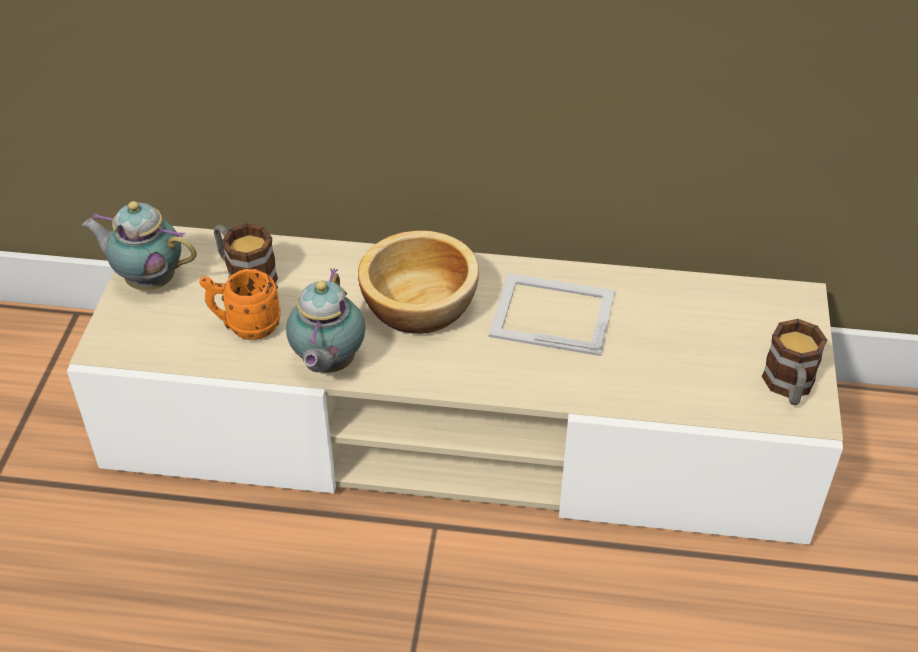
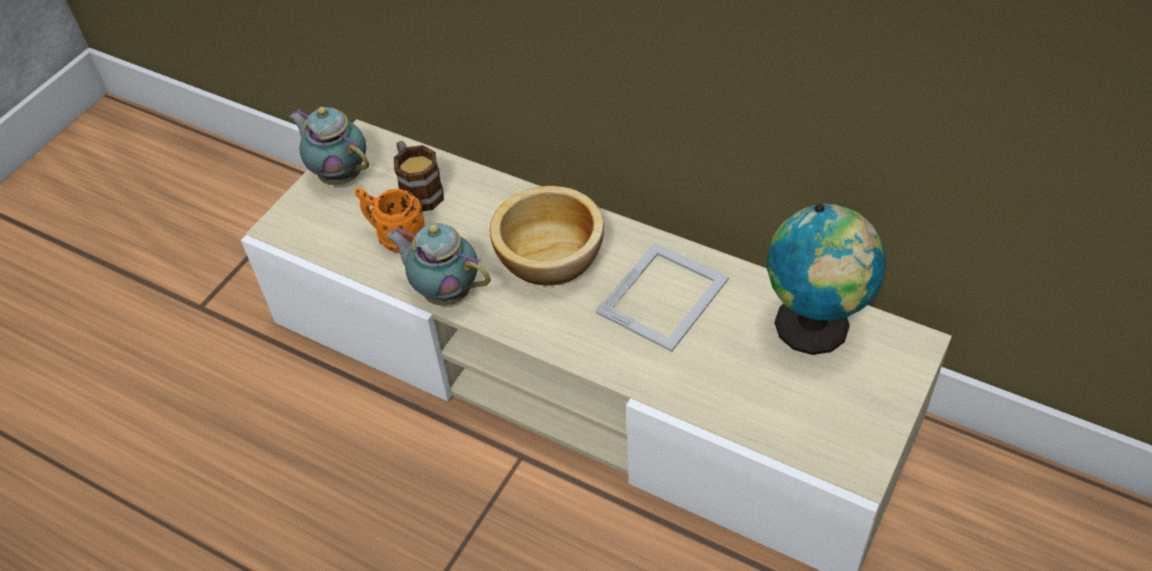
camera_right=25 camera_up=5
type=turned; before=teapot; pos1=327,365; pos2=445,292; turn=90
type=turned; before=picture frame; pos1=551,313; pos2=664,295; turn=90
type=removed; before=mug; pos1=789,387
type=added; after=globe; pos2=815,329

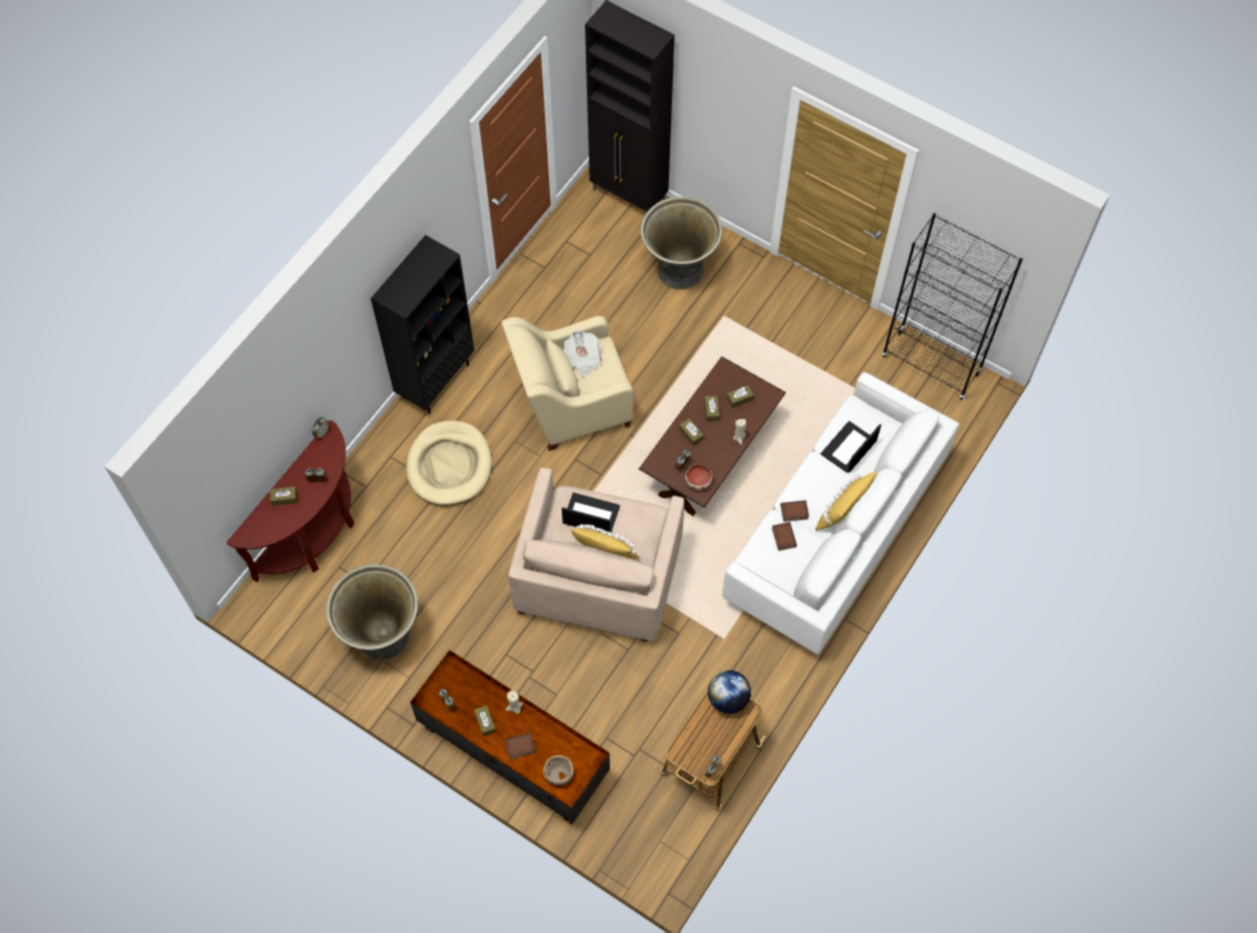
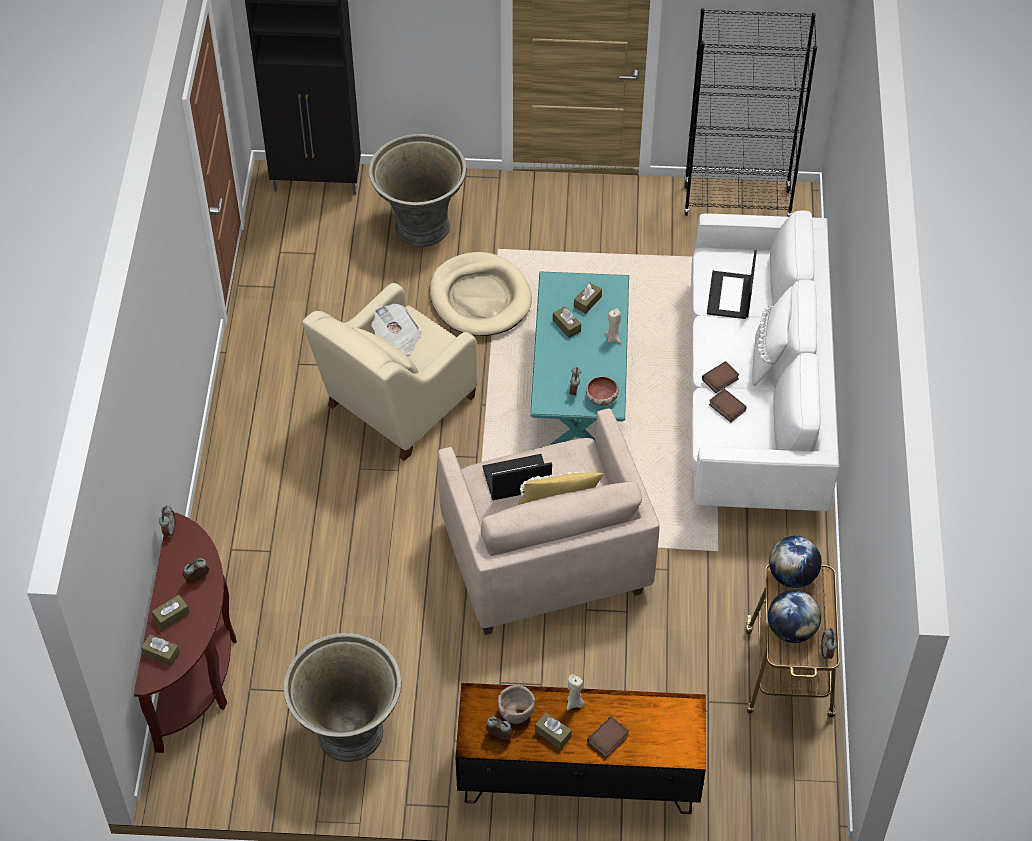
camera_right=-30 camera_up=-10
type=removed; before=bookcase in black; pos1=436,380
type=moved; before=dog bed in beige; pos1=449,465; pos2=480,298
type=moved; before=bowl in brown; pos1=559,774; pos2=516,712
type=recoloured; before=coffee table in brown; after=coffee table in turquoise; pos1=710,457; pos2=579,386
type=moved; before=tissue box in brown; pos1=691,434; pos2=161,653
type=recoloured; before=pillow in yellow; after=pillow in white; pos1=842,514; pos2=768,358
type=added; after=globe; pos2=791,630

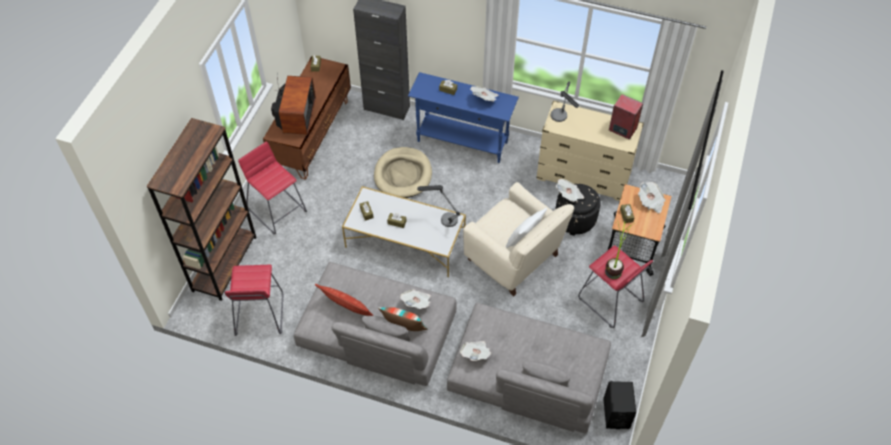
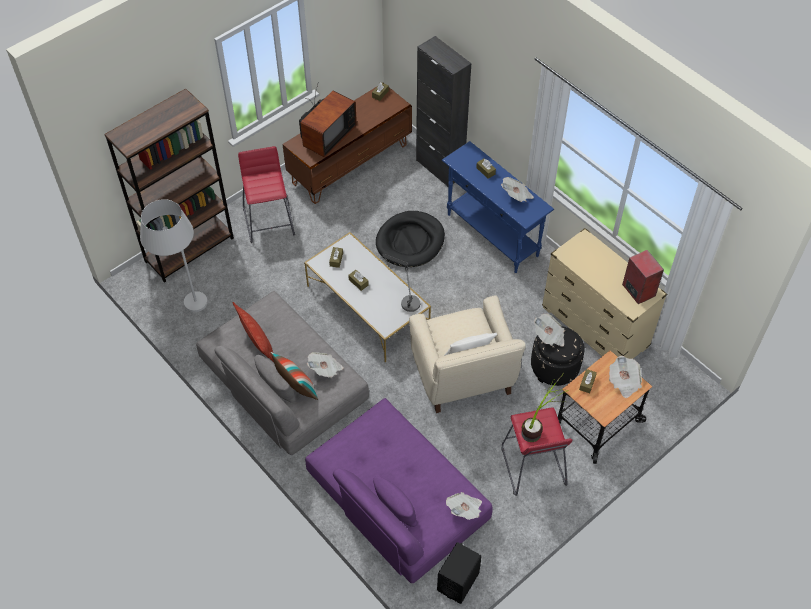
camera_right=30 camera_up=0
type=replaced; before=stool in red; after=floor lamp in white; pos1=260,315; pos2=188,312
type=recoloured; before=dog bed in beige; after=dog bed in black; pos1=403,175; pos2=410,241
type=recoloured; before=sofa in grey; after=sofa in purple; pos1=527,374; pos2=396,496
type=moved; before=newspaper; pos1=476,354; pos2=465,509
type=removed; before=table lamp; pos1=561,119

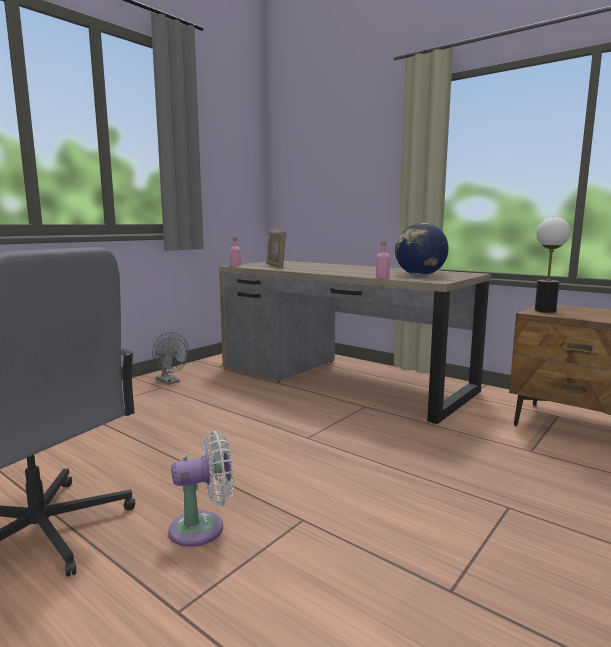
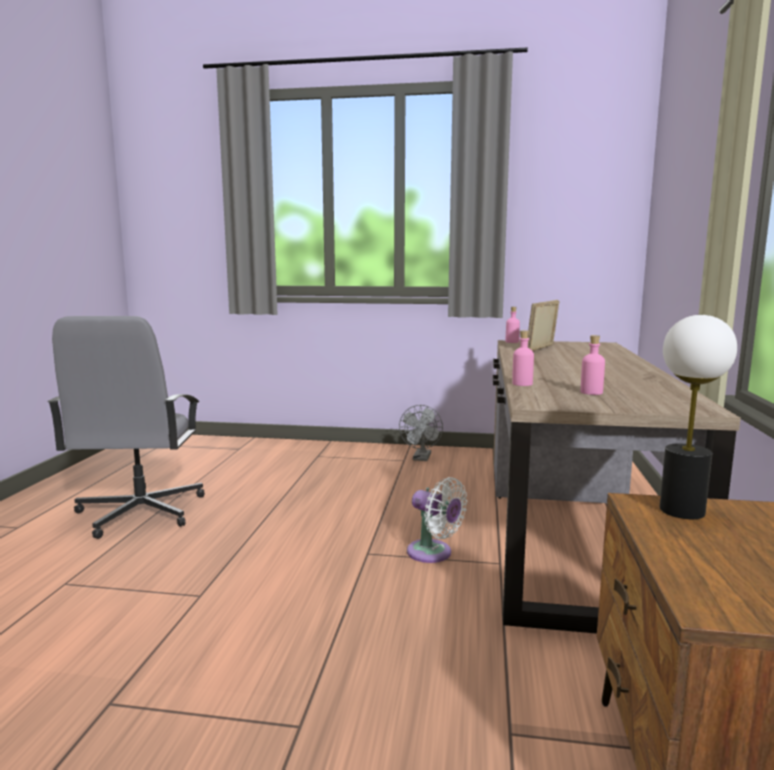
camera_right=60 camera_up=0
type=moved; before=fan in white; pos1=203,528; pos2=433,553
type=replaced; before=globe; after=bottle in pink; pos1=419,275; pos2=591,392

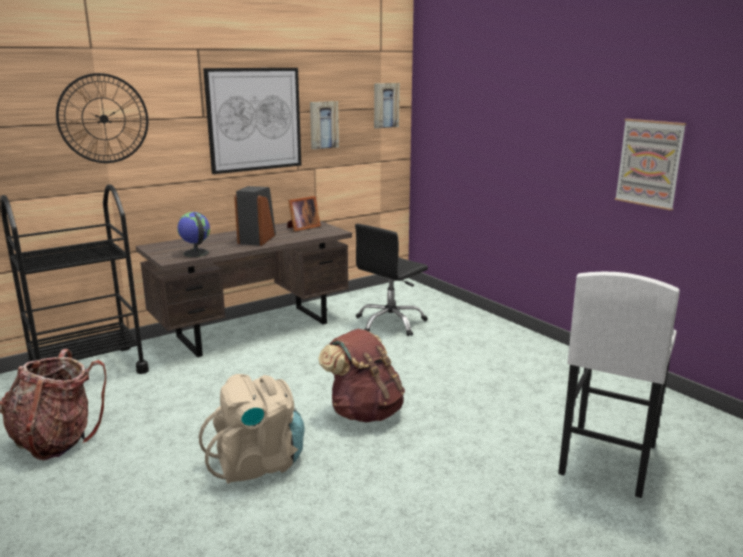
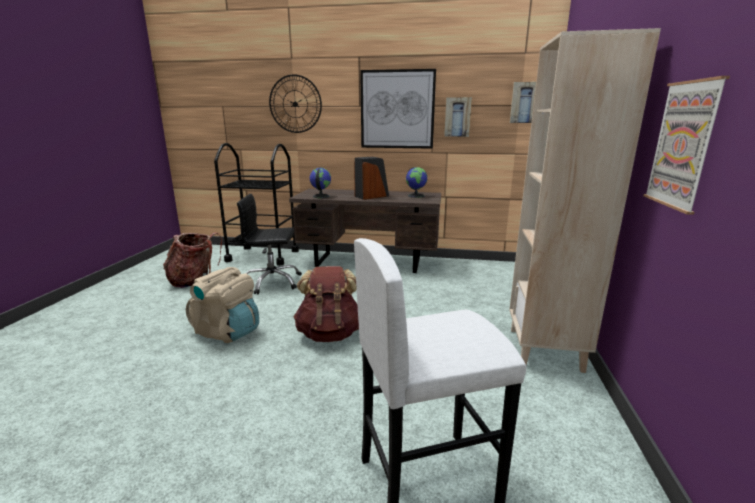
camera_right=45 camera_up=0
type=replaced; before=picture frame; after=globe; pos1=302,228; pos2=416,196
type=moved; before=office chair in black; pos1=390,323; pos2=272,282
type=added; after=bookcase in beige; pos2=545,349

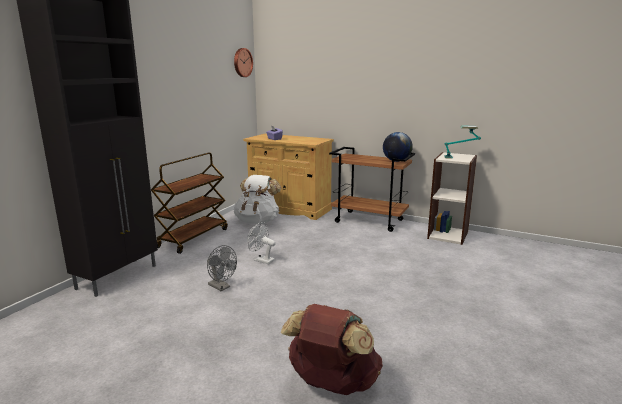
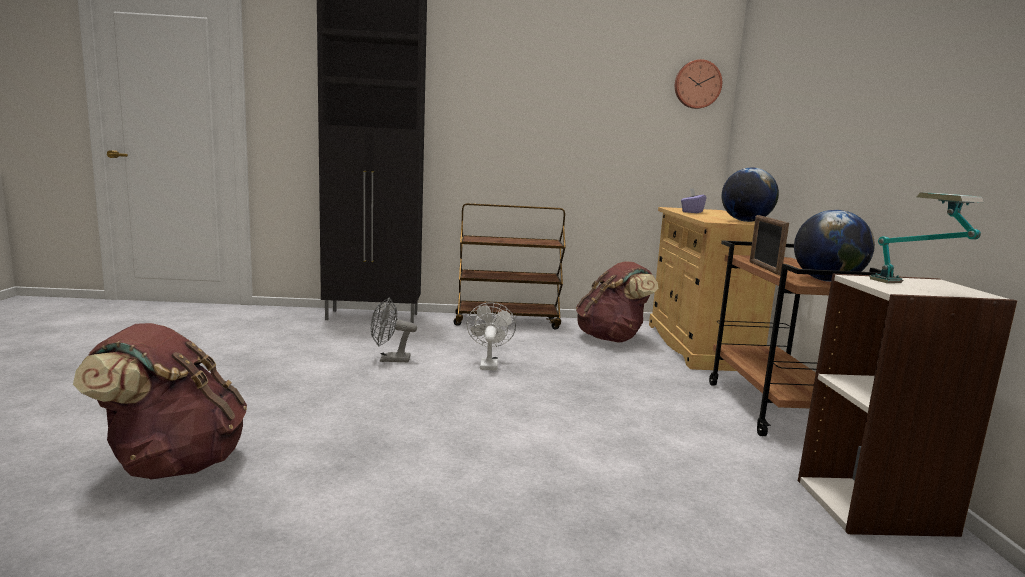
camera_right=60 camera_up=-5
type=turned; before=fan in grey; pos1=221,287; pos2=389,359; turn=75
type=recoloured; before=backpack in white; after=backpack in brown; pos1=258,222; pos2=612,338
type=added; after=globe; pos2=746,221
type=added; after=picture frame; pos2=764,268

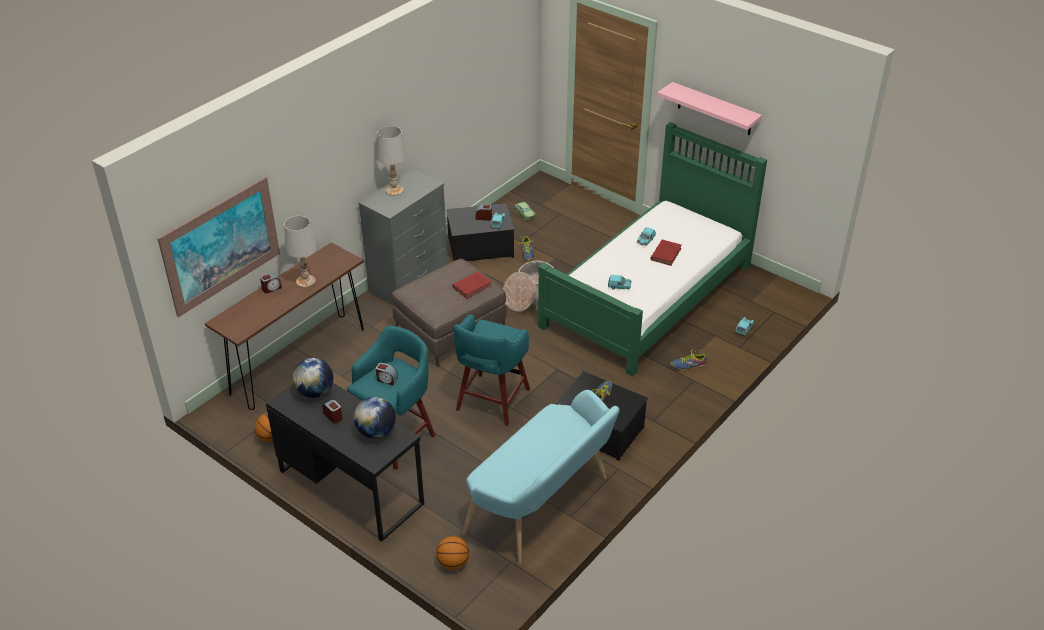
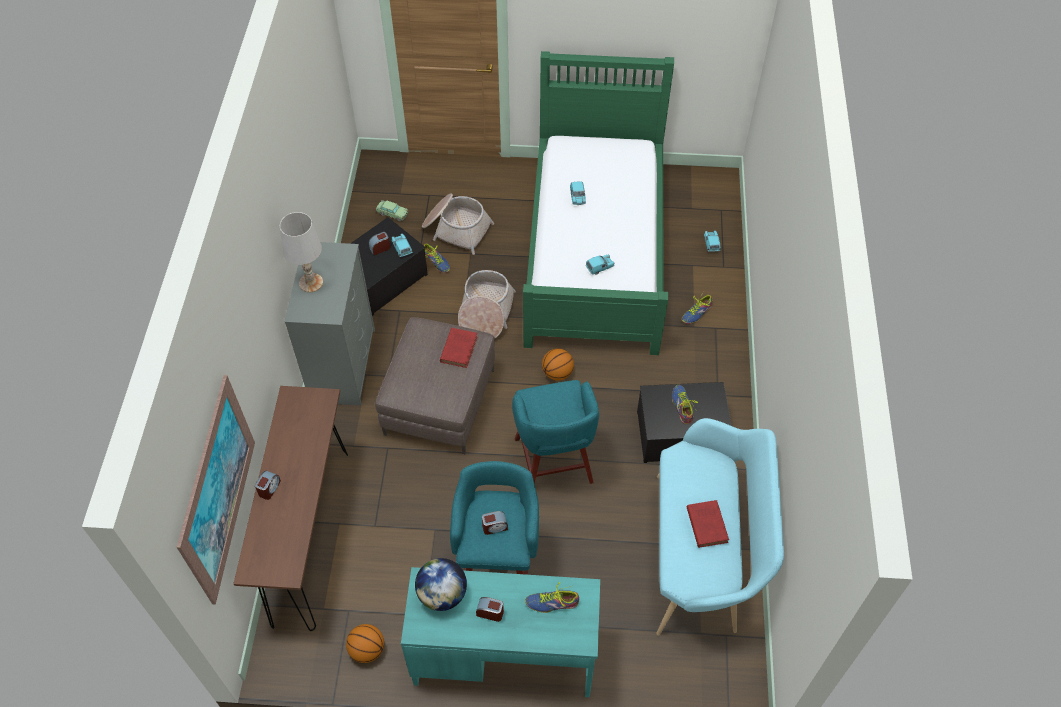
camera_right=-35 camera_up=15
type=recoloured; before=desk in black; after=desk in turquoise; pos1=351,486; pos2=504,654
type=removed; before=table lamp in white; pos1=306,281
type=replaced; before=globe; after=shoe; pos1=376,432; pos2=552,603
type=moved; before=basketball; pos1=453,563; pos2=557,373
type=moved; before=book in red; pos1=666,254; pos2=706,524
type=removed; before=shelf in pink; pos1=714,109
type=added; after=basket; pos2=456,229

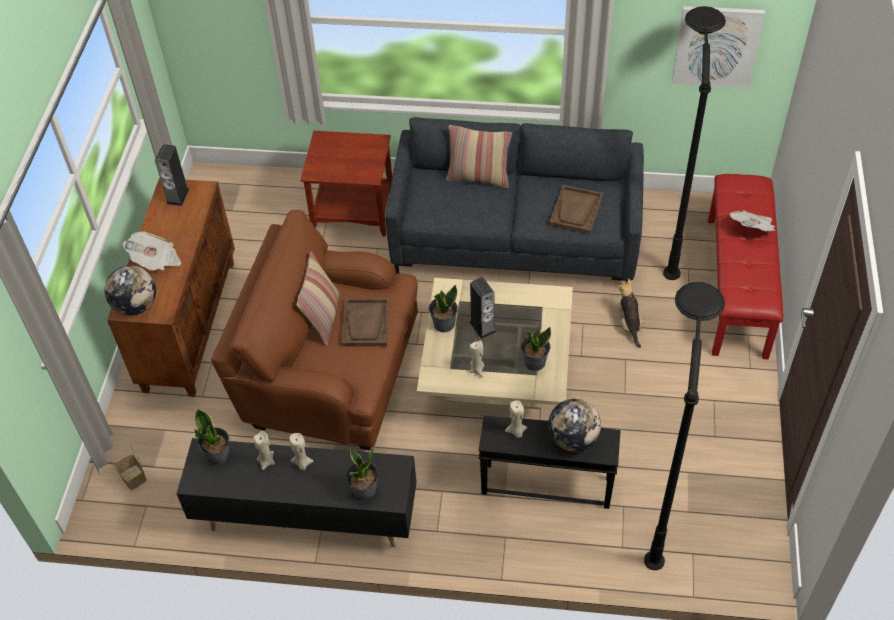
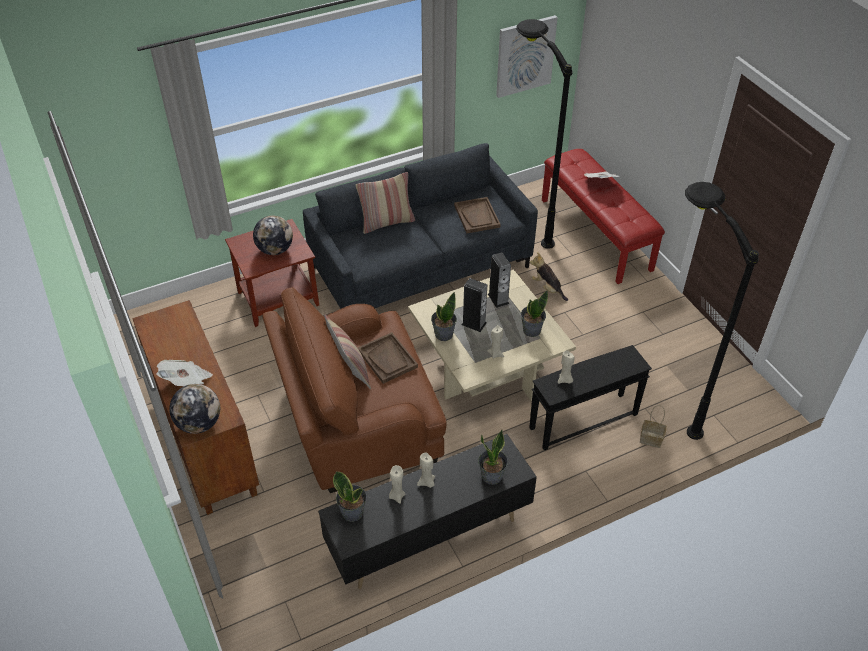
camera_right=-35 camera_up=-5
type=moved; before=basket; pos1=132,477; pos2=650,439
type=moved; before=speaker; pos1=178,196; pos2=498,299
type=moved; before=globe; pos1=573,439; pos2=275,250

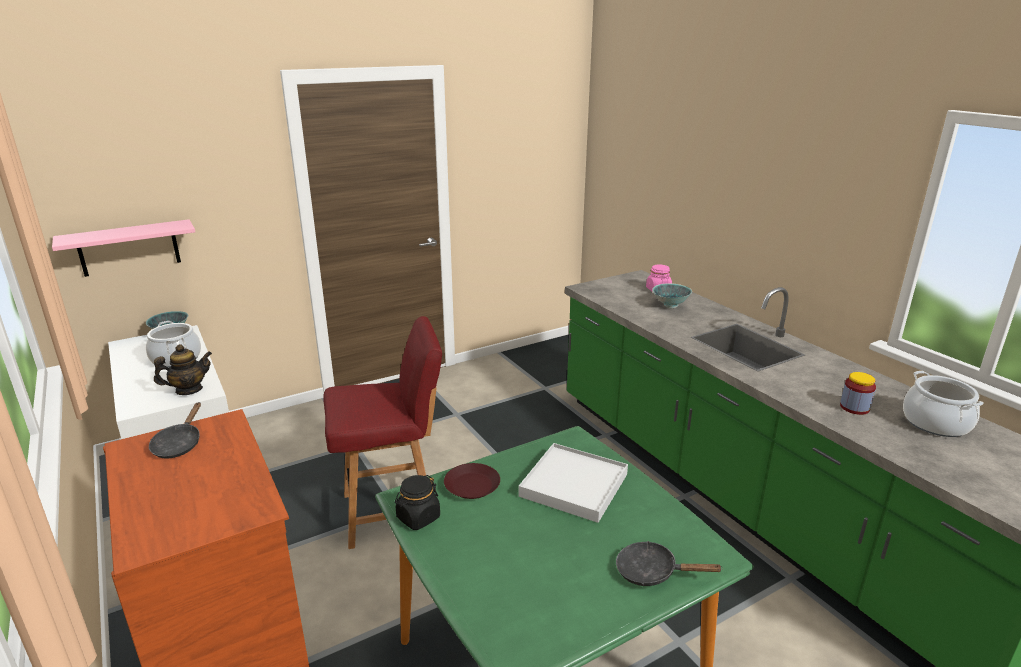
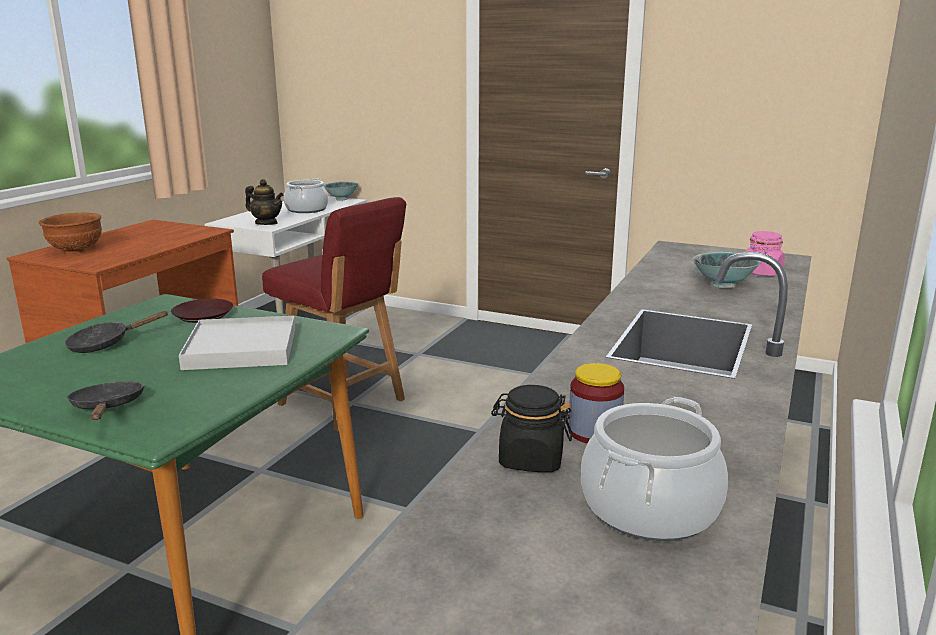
camera_right=55 camera_up=-5
type=removed; before=shelf in pink; pos1=129,248
type=moved; before=frying pan in black; pos1=179,444; pos2=105,344
type=moved; before=jar in black; pos1=418,518; pos2=530,459
type=added; after=bowl in brown; pos2=75,251

